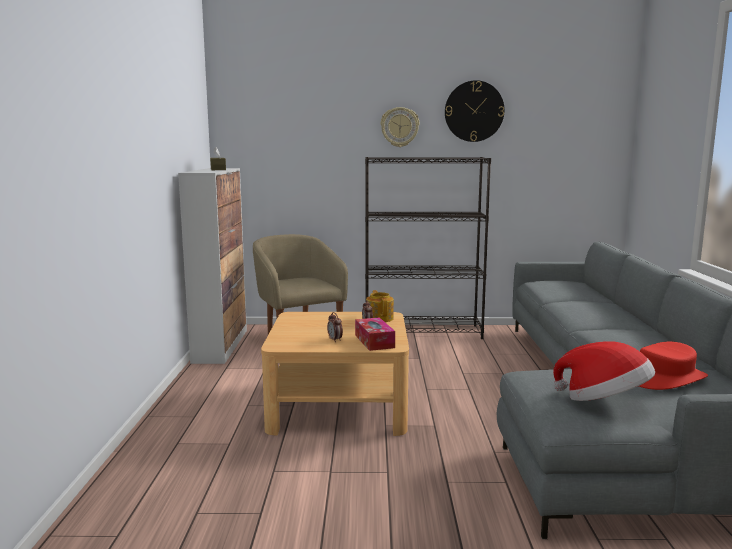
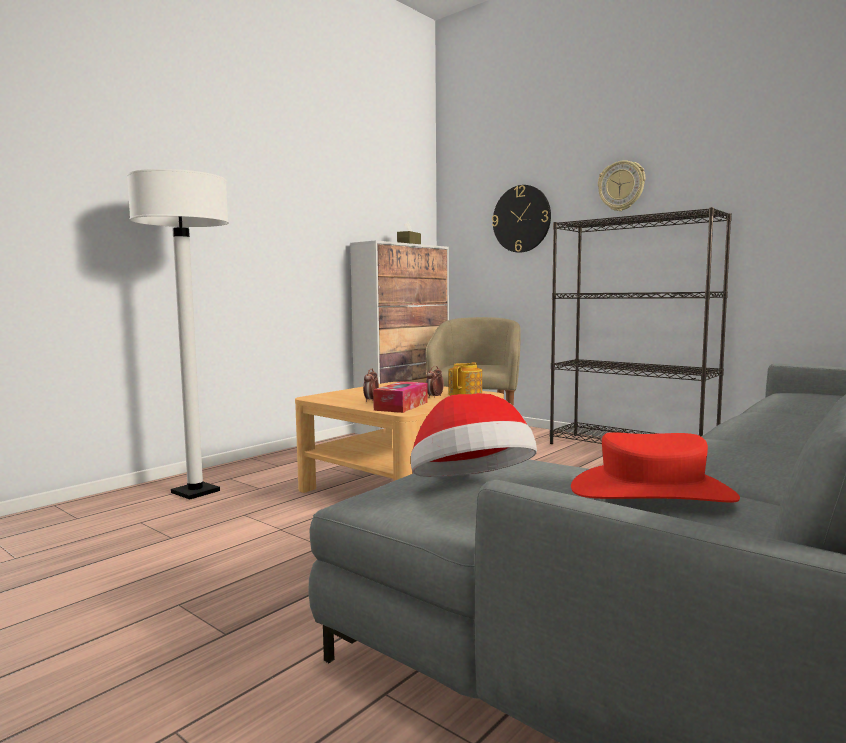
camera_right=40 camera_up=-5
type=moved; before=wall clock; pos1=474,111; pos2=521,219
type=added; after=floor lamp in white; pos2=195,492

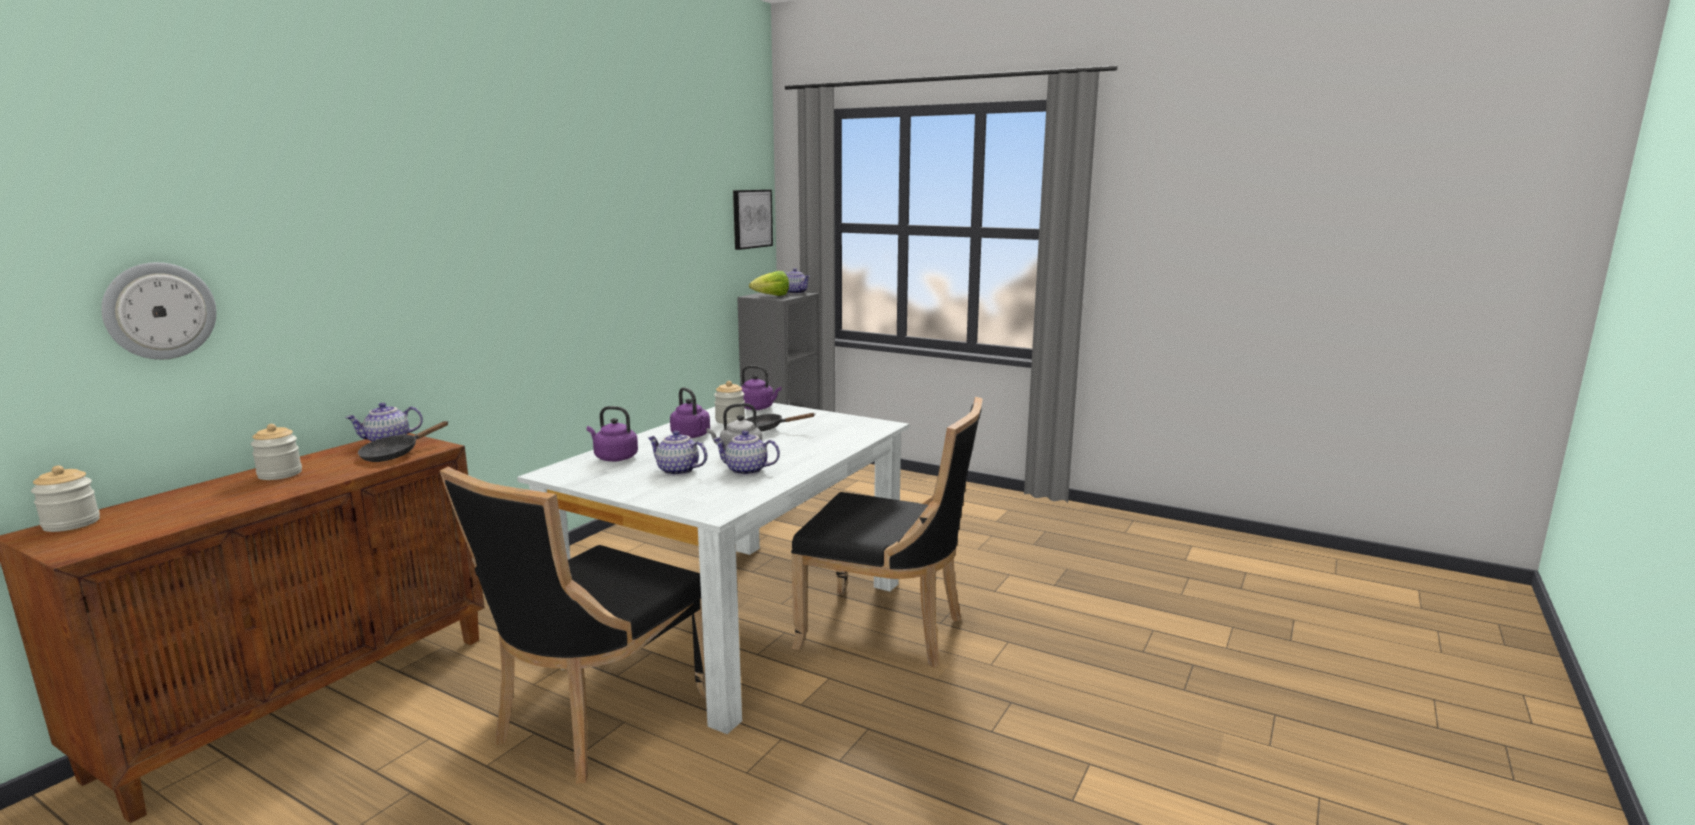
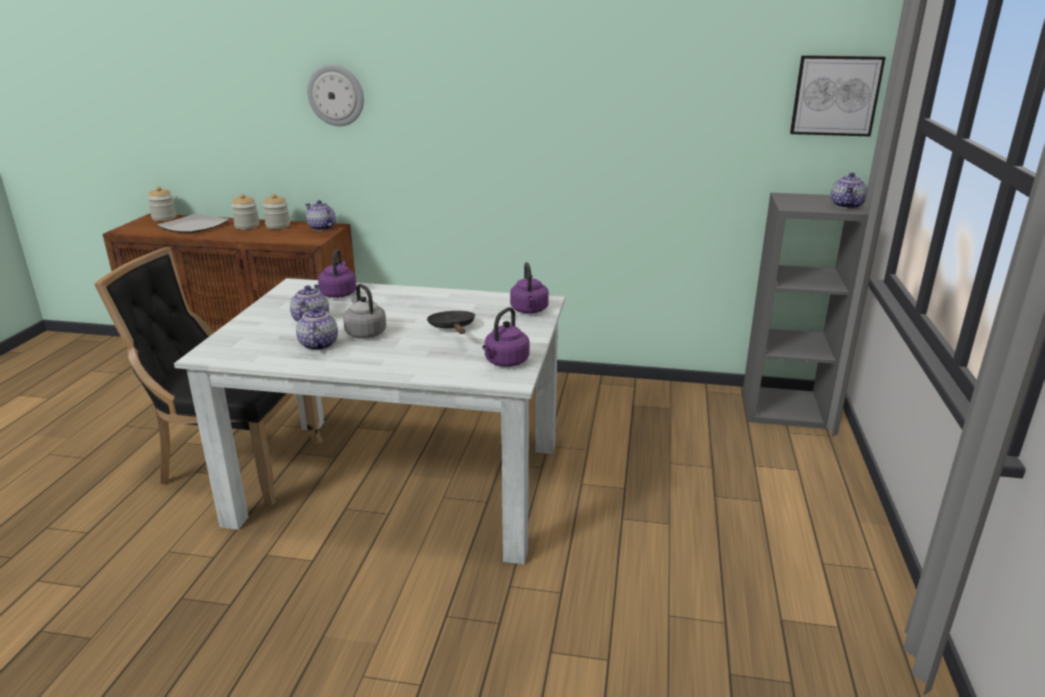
camera_right=70 camera_up=10
type=moved; before=wall clock; pos1=159,311; pos2=336,95
type=removed; before=frying pan in black; pos1=395,454
type=moved; before=kettle in purple; pos1=691,436; pos2=505,362
type=moved; before=jar; pos1=730,420; pos2=278,226
type=removed; before=lettuce; pos1=771,296
type=removed; before=chair in black; pos1=888,631
type=added; after=plate; pos2=195,226

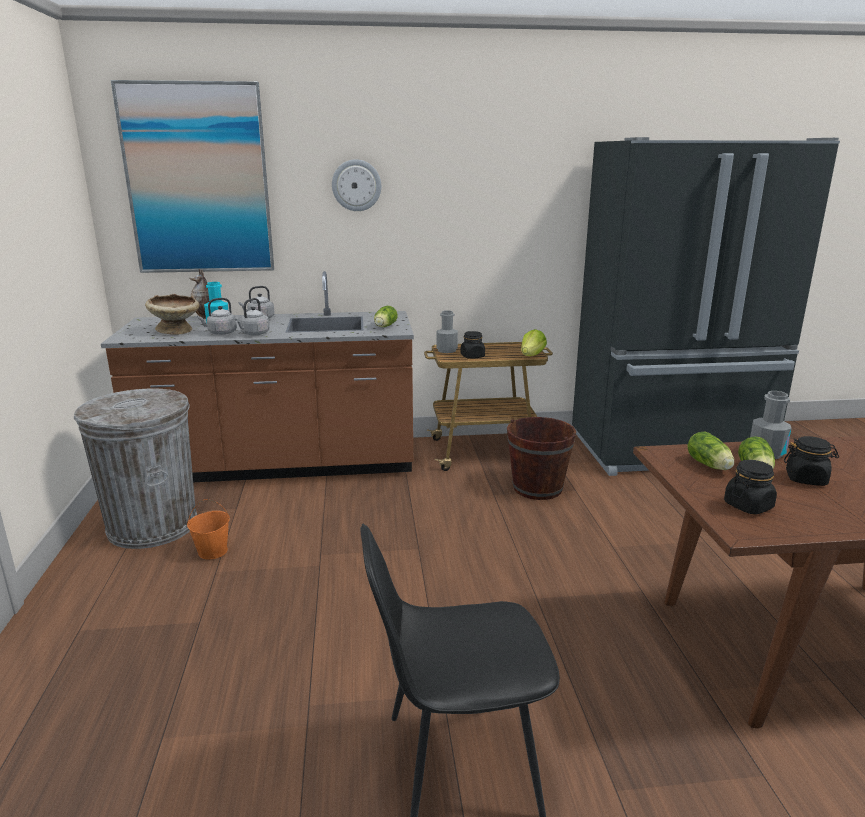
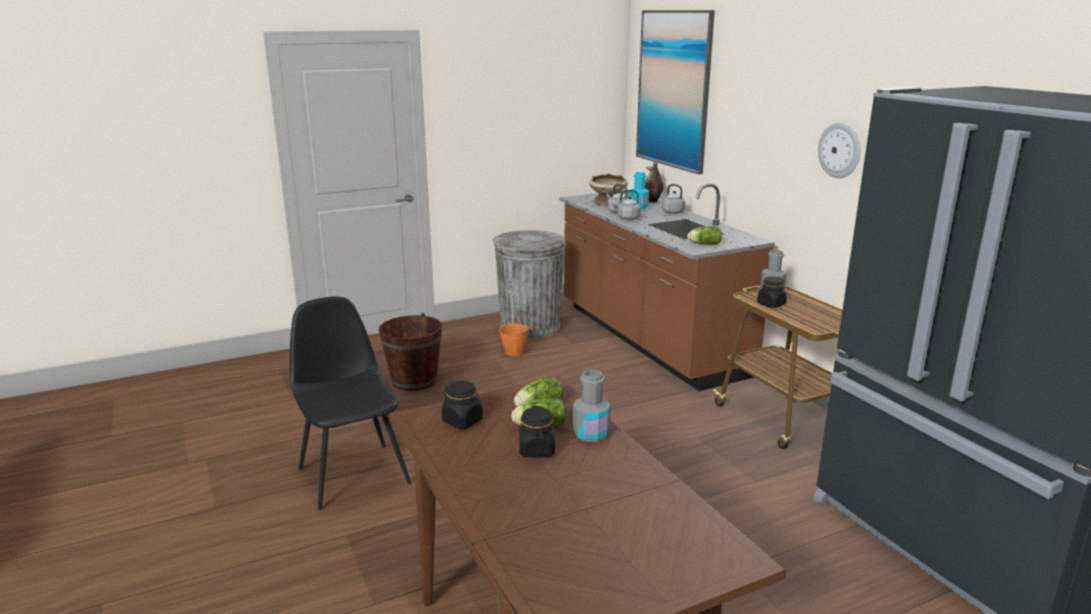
camera_right=70 camera_up=0
type=moved; before=wall clock; pos1=356,185; pos2=840,150
type=moved; before=bucket in brown; pos1=537,488; pos2=414,380
type=removed; before=lettuce; pos1=531,356

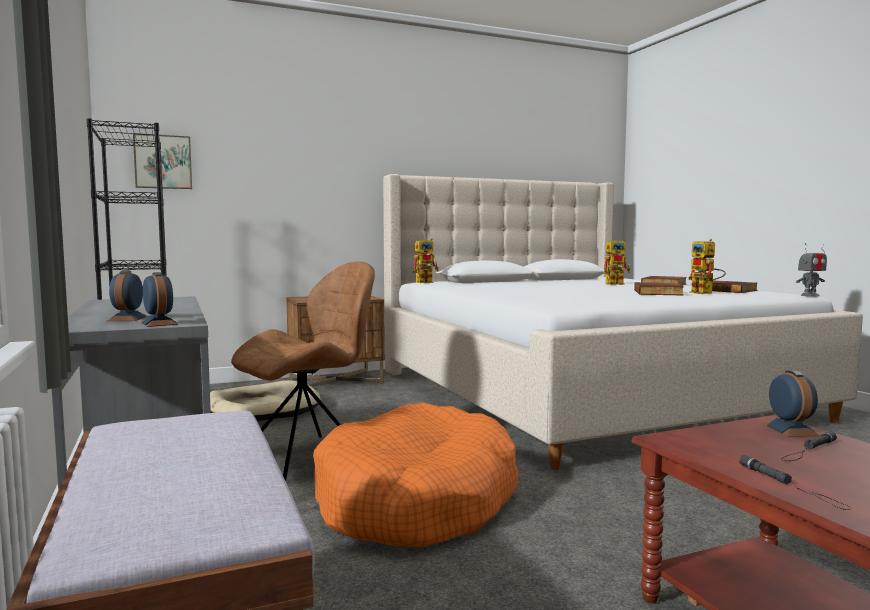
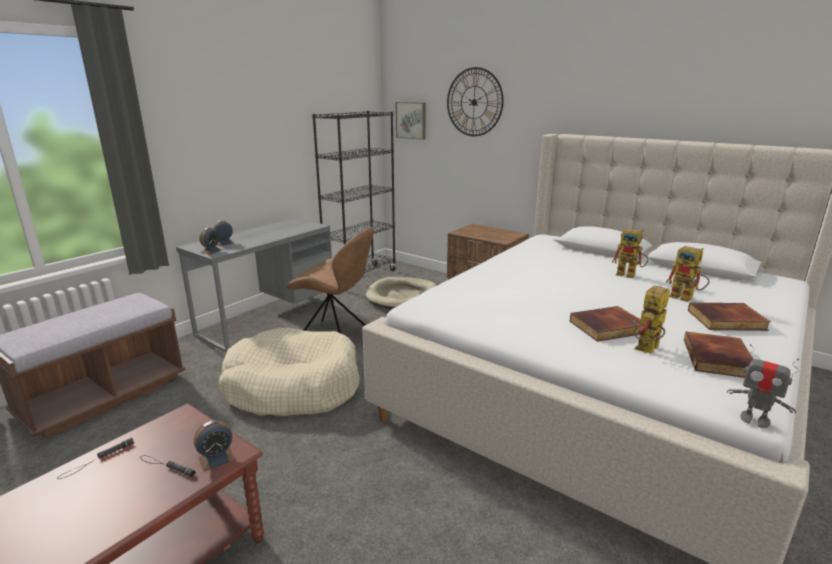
camera_right=60 camera_up=15
type=recoloured; before=dog bed in orange; after=dog bed in beige; pos1=416,501; pos2=293,387
type=moved; before=toy robot; pos1=427,282; pos2=630,275
type=added; after=wall clock; pos2=474,102

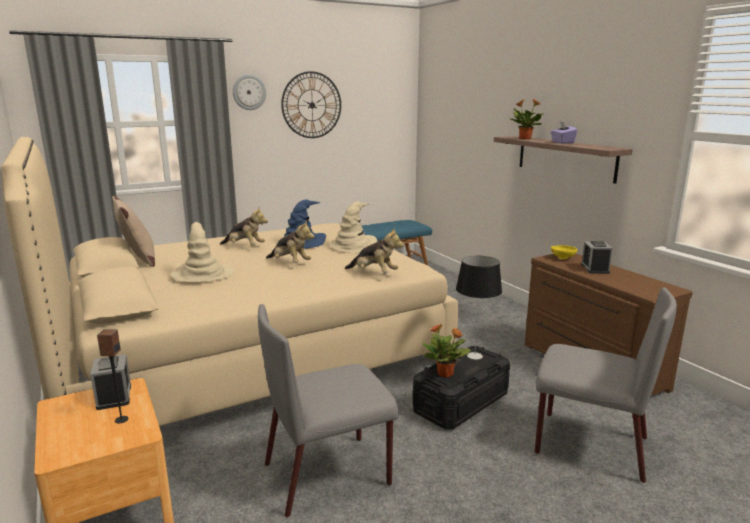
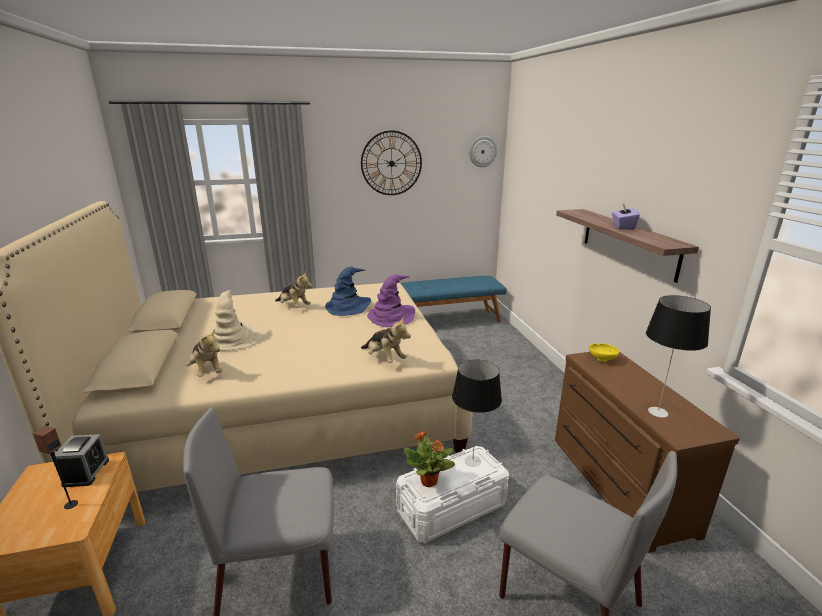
camera_right=15 camera_up=5
type=removed; before=pillow in beige; pos1=138,261
type=moved; before=wall clock; pos1=249,92; pos2=482,151
type=moved; before=plush toy; pos1=290,263; pos2=206,371
type=recoloured; before=hat in beige; after=hat in purple; pos1=354,246; pos2=391,317
type=recoloured; before=storage box in black; after=storage box in white; pos1=461,403; pos2=452,507
type=removed; before=potted plant; pos1=524,139
type=removed; before=alarm clock; pos1=595,269
type=added; after=table lamp; pos2=658,412

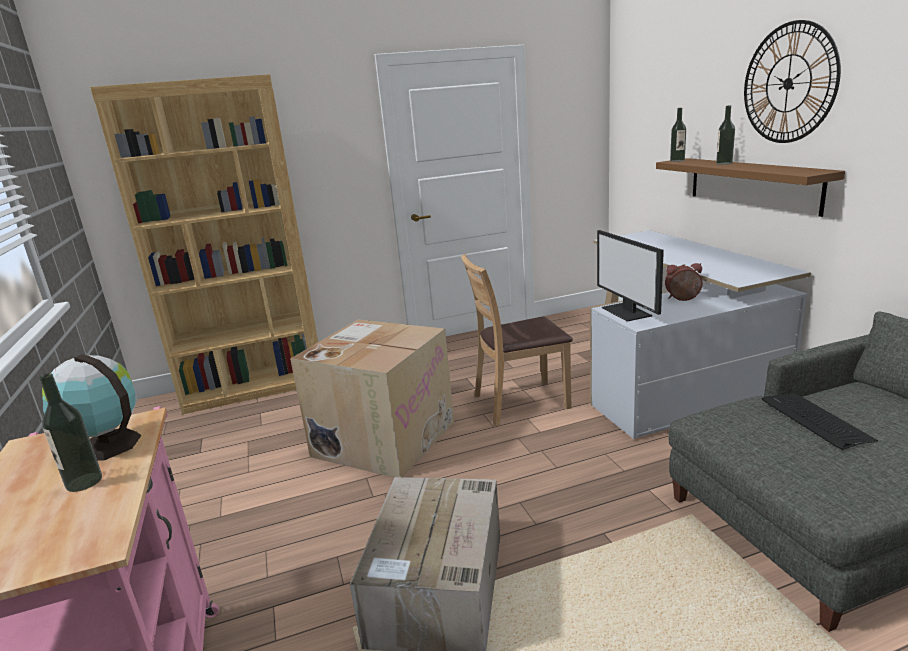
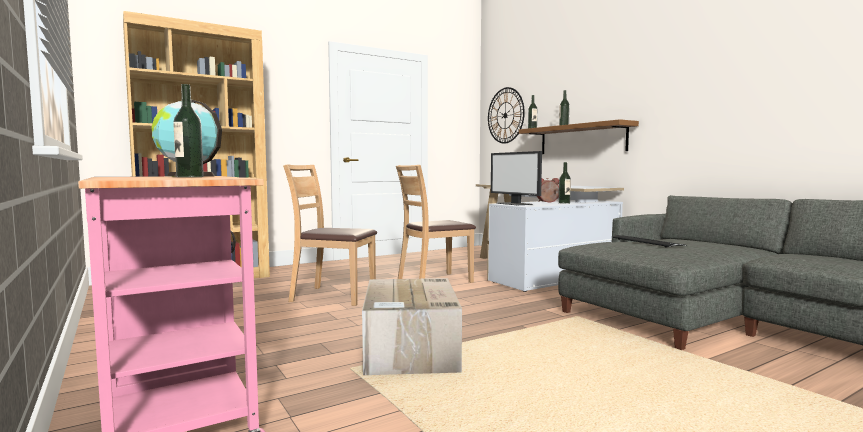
camera_right=-15 camera_up=-15
type=replaced; before=cardboard box; after=chair in brown; pos1=383,437; pos2=332,296
type=moved; before=wall clock; pos1=788,83; pos2=505,115
type=added; after=bottle; pos2=564,203

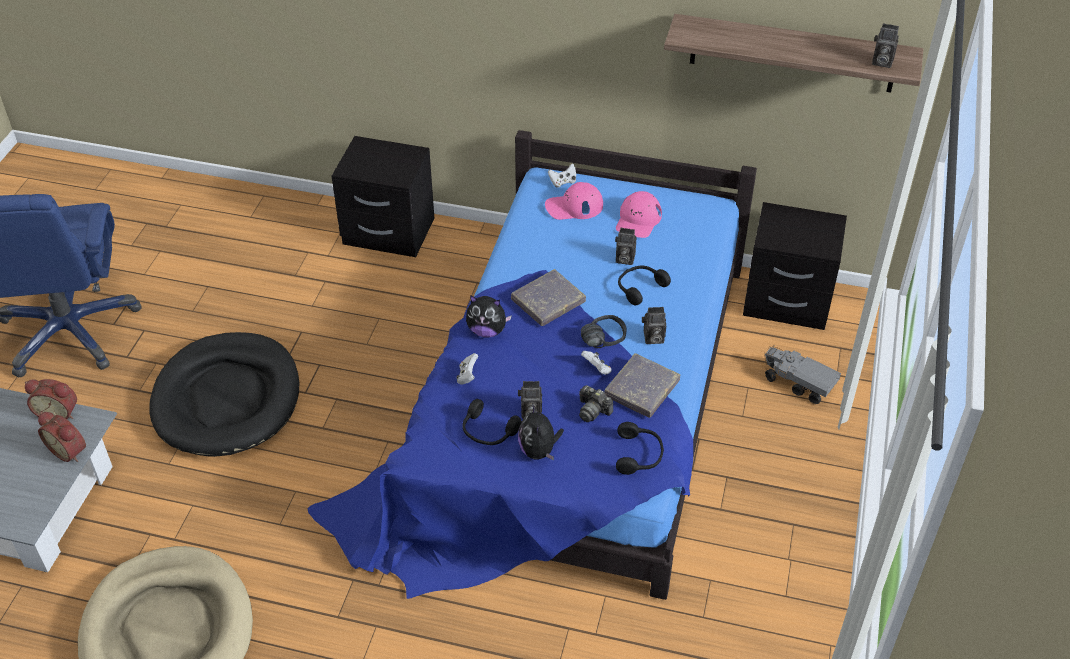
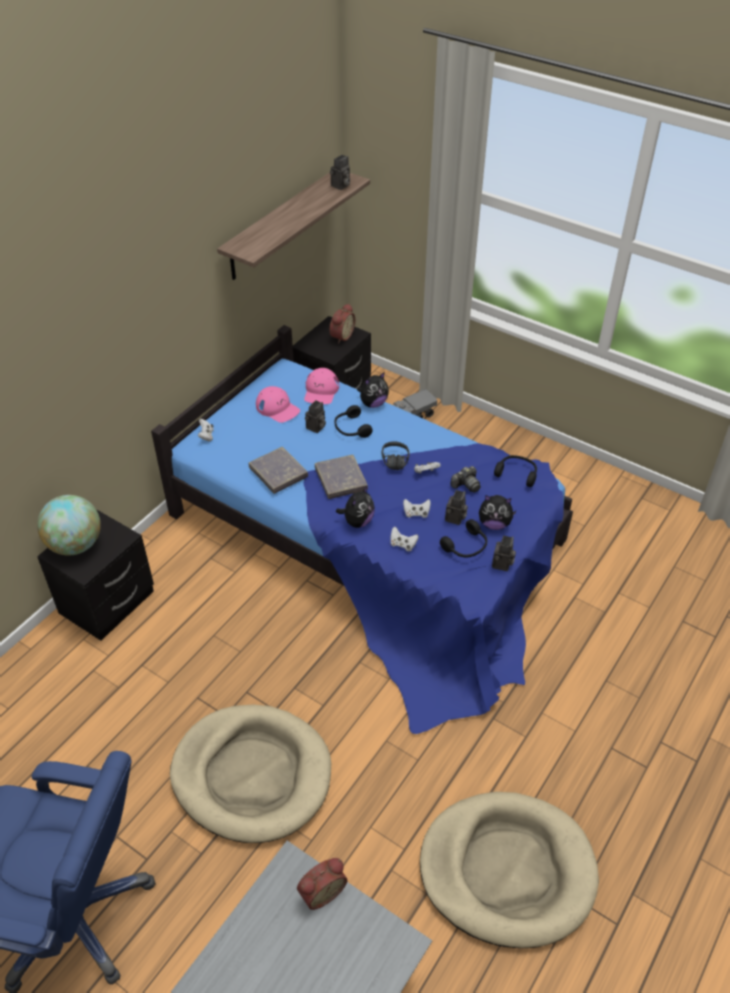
camera_right=-70 camera_up=0
type=moved; before=alarm clock; pos1=59,412; pos2=341,336
type=recoloured; before=dog bed in black; after=dog bed in beige; pos1=227,399; pos2=252,775
type=moved; before=cap in pink; pos1=574,206; pos2=321,391
type=moved; before=book in grey; pos1=641,389; pos2=278,473
type=moved; before=photo camera; pos1=652,338; pos2=502,565
type=added; after=globe; pos2=75,545
type=added; after=plush toy; pos2=373,403
type=added; after=game controller in white; pos2=416,513

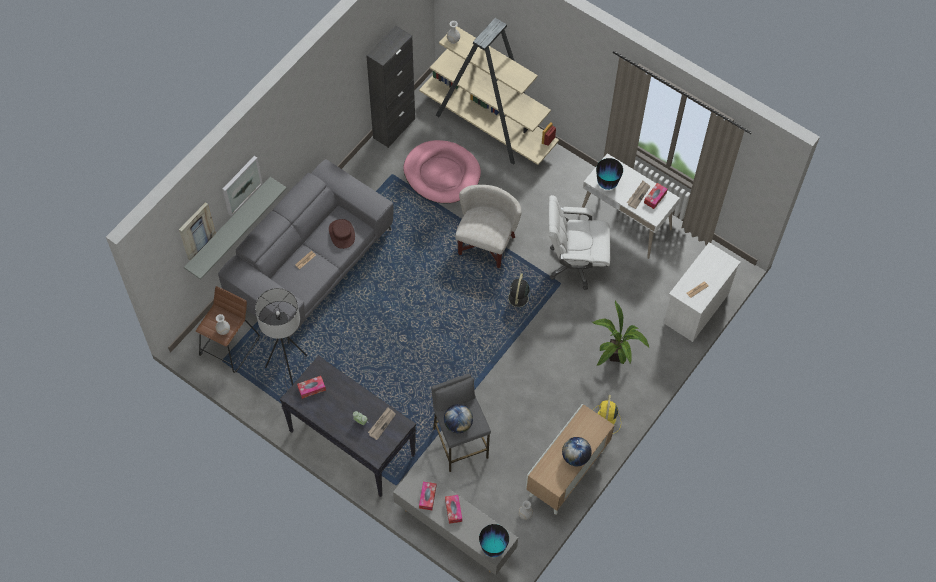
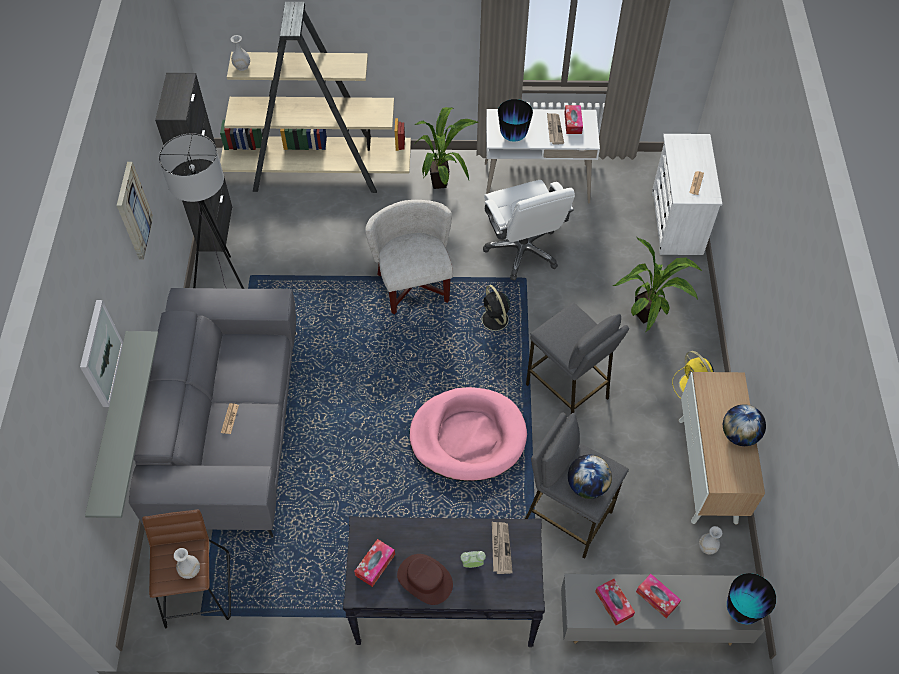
camera_right=-35 camera_up=-5
type=moved; before=picture; pos1=196,230; pos2=133,211
type=moved; before=floor lamp in grey; pos1=290,376; pos2=228,284
type=moved; before=hat in brown; pos1=342,234; pos2=425,579
type=moved; before=dog bed in pink; pos1=442,174; pos2=468,436
type=turned; before=office chair in white; pos1=575,264; pos2=523,250; turn=-75
type=added; after=potted plant; pos2=442,183
type=added; after=stool in grey; pos2=567,391

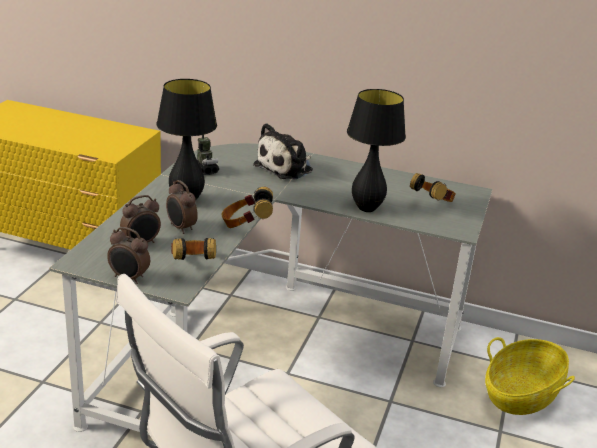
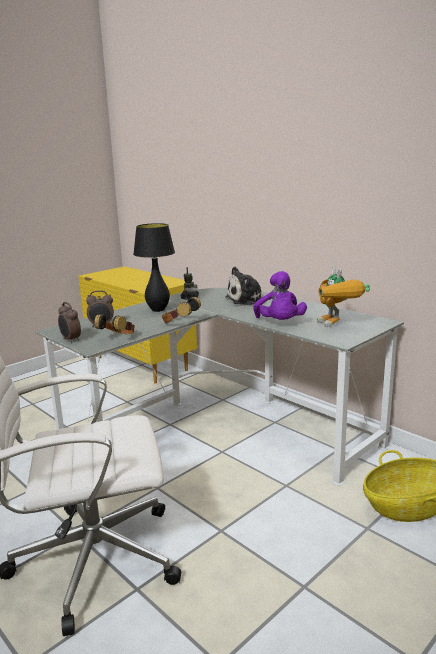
camera_right=30 camera_up=-10
type=removed; before=alarm clock; pos1=181,228
type=replaced; before=table lamp in black; after=plush toy in purple; pos1=367,208; pos2=279,323
type=replaced; before=headphones; after=toy robot; pos1=432,204; pos2=337,325

